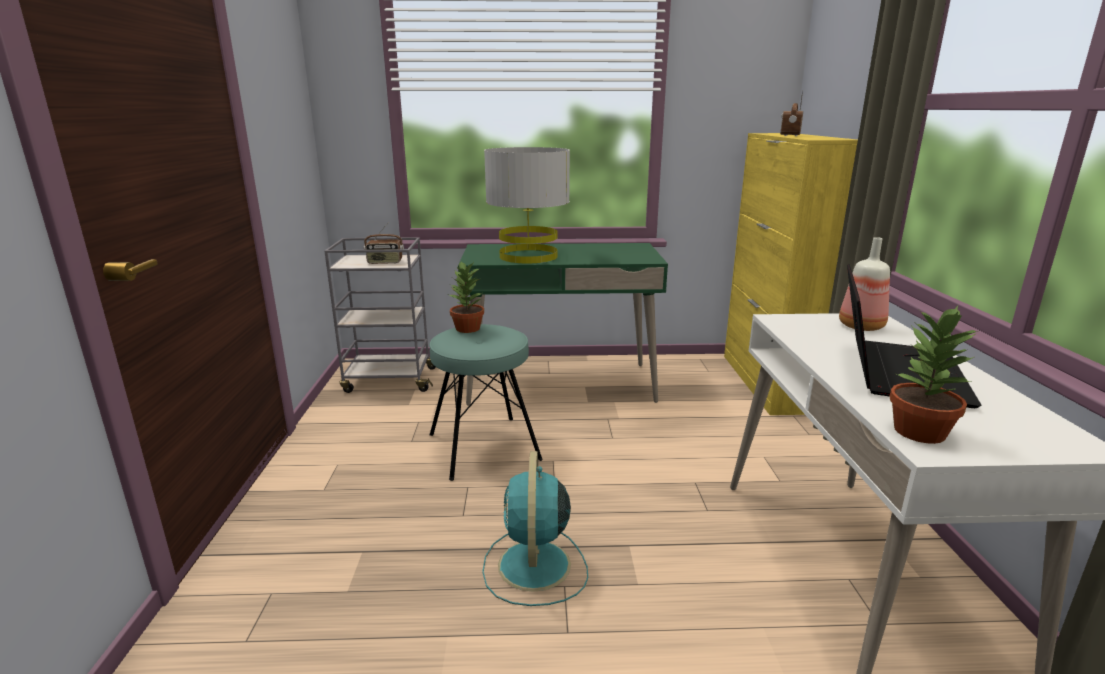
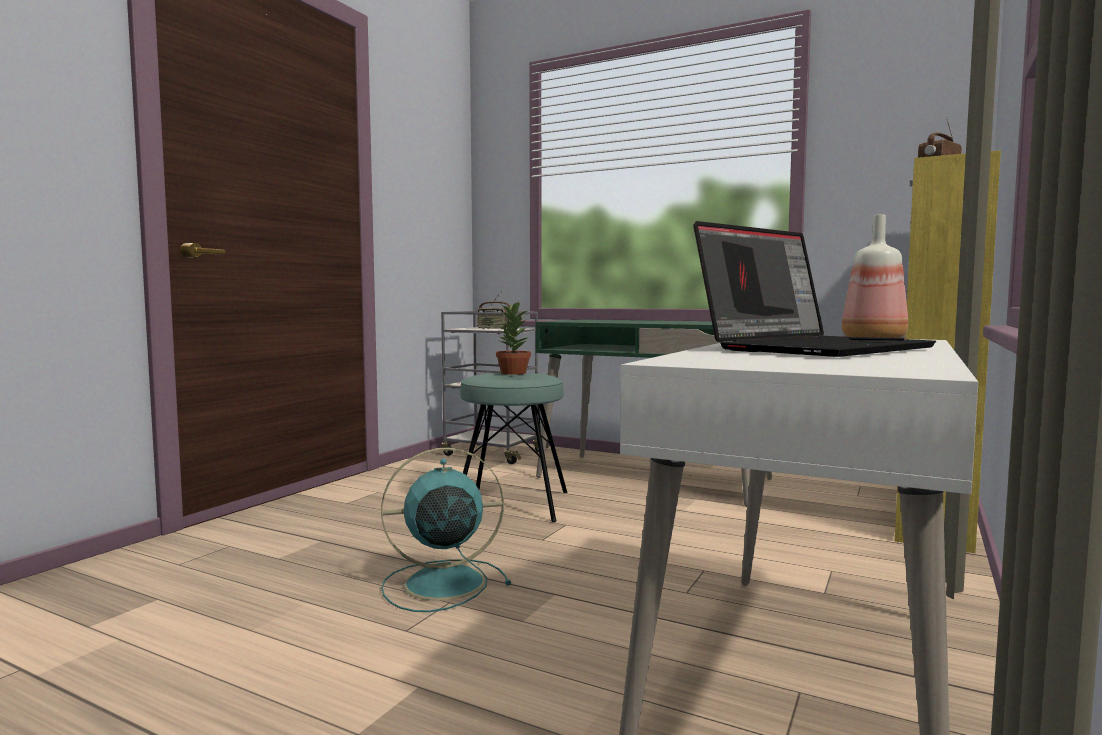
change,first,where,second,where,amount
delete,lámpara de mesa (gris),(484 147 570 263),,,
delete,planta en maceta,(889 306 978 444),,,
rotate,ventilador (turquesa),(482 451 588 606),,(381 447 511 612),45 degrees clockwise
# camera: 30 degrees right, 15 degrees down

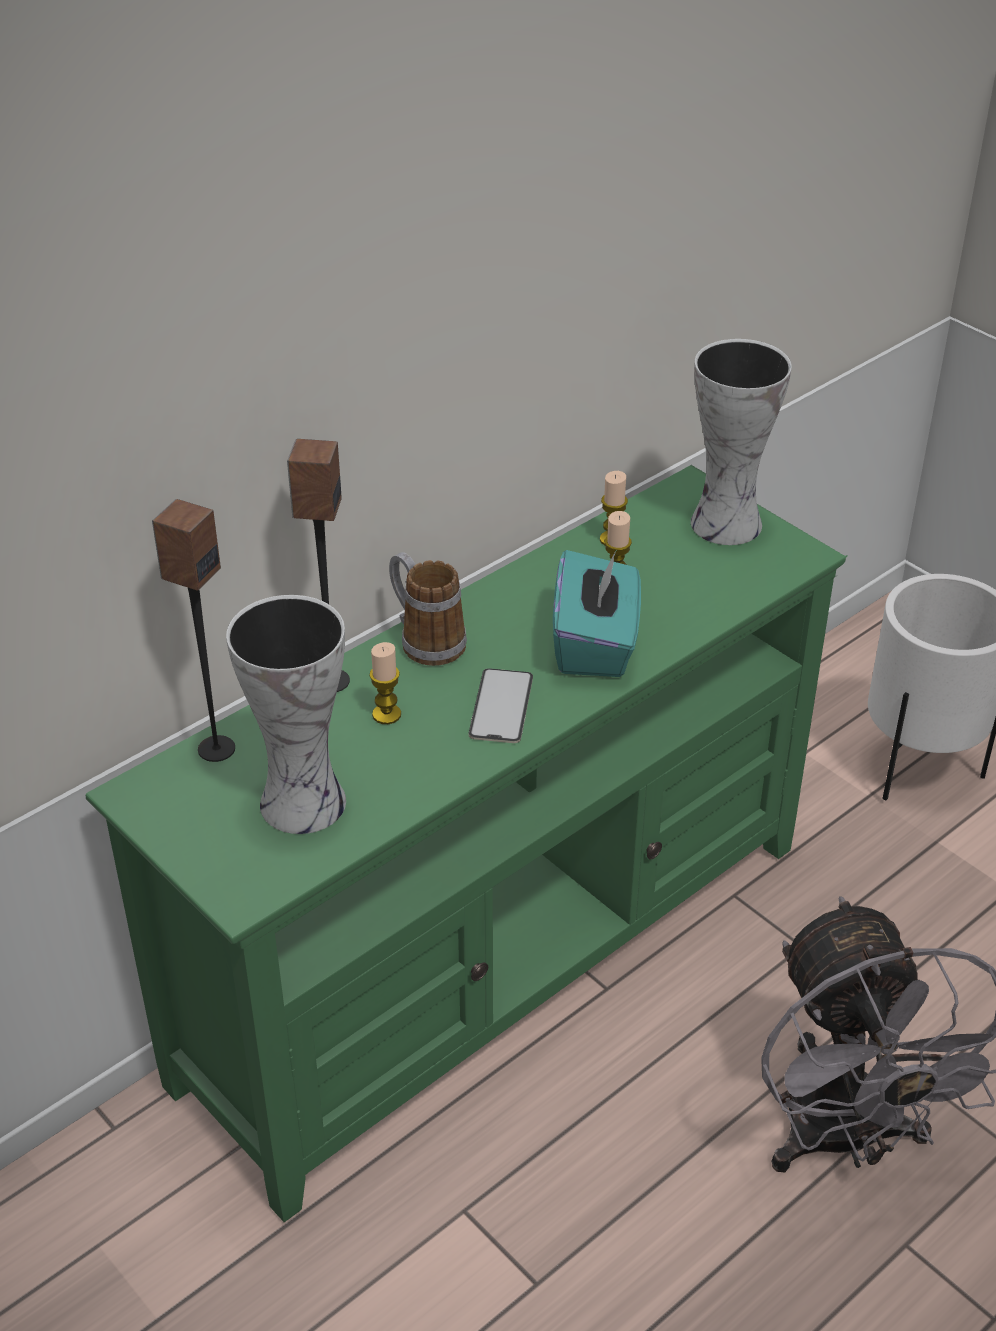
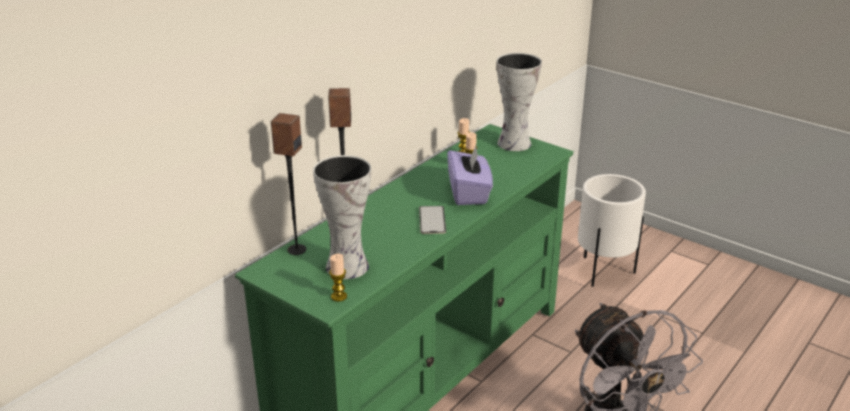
change,first,where,second,where,amount
recolor,caja de pañuelos (turquesa),(553 550 641 677),caja de pañuelos (morado),(447 146 493 205),
delete,taza grande,(389 552 467 666),,,
move,vela,(369 642 401 724),,(329 254 347 302),
# camera: 10 degrees left, 10 degrees down

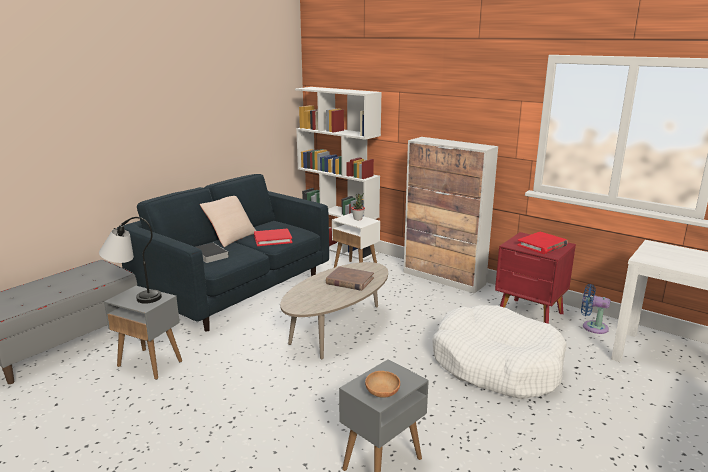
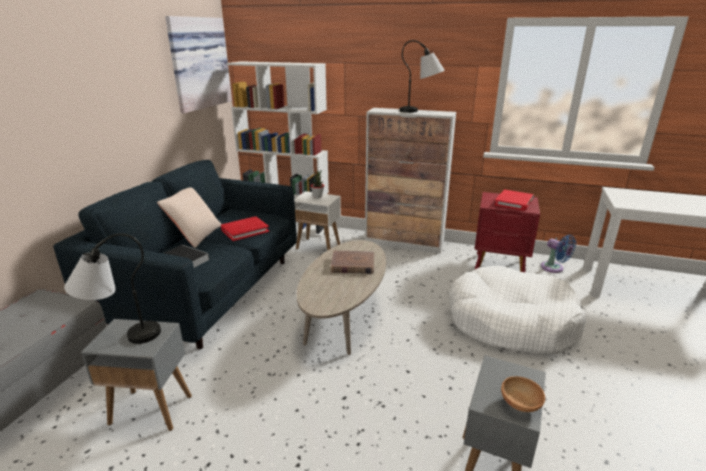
change,first,where,second,where,amount
rotate,ventilador (azul),(581 284 610 334),,(541 235 576 273),135 degrees counterclockwise
insert,,,cuadro,(165 16 232 113),
insert,,,lámpara de mesa,(400 40 445 113),
# camera: 20 degrees left, 5 degrees up

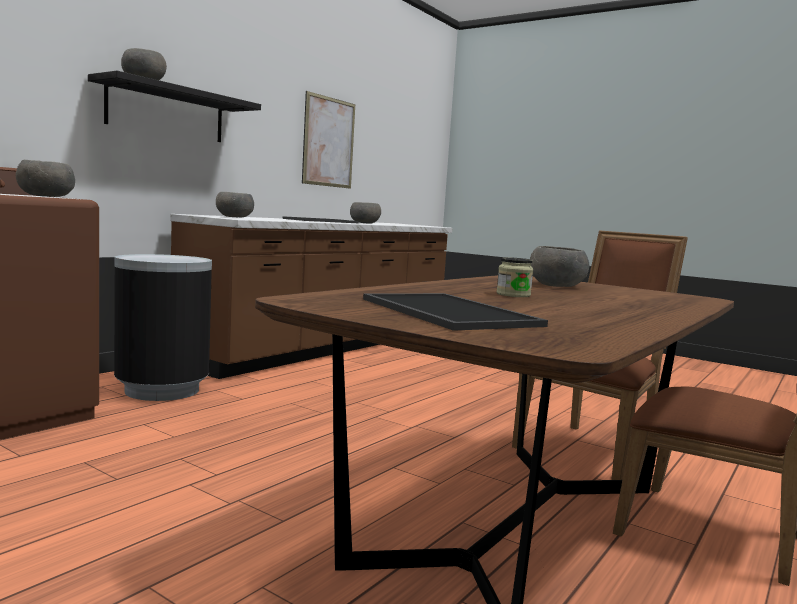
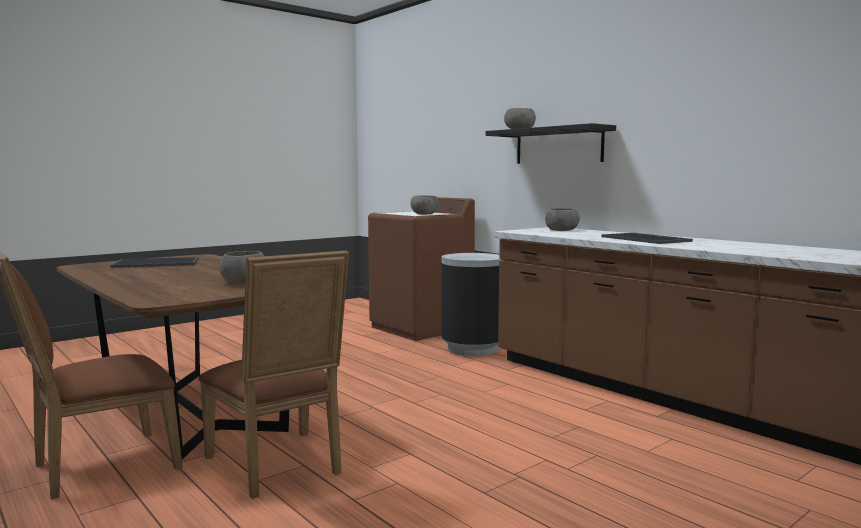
change,first,where,second,where,amount
delete,cuadro,(302 91 355 189),,,
delete,cuenco (gris),(350 202 381 224),,,
delete,tarro,(497 257 533 297),,,
# camera: 105 degrees right, 0 degrees up

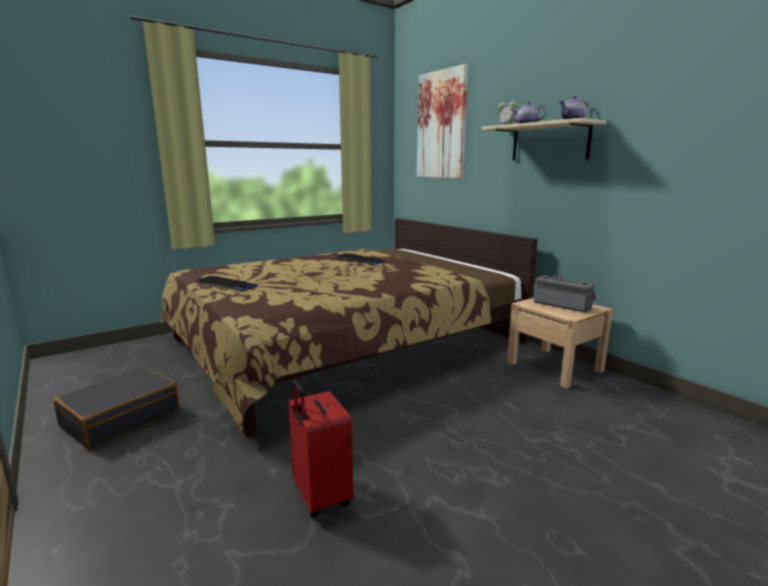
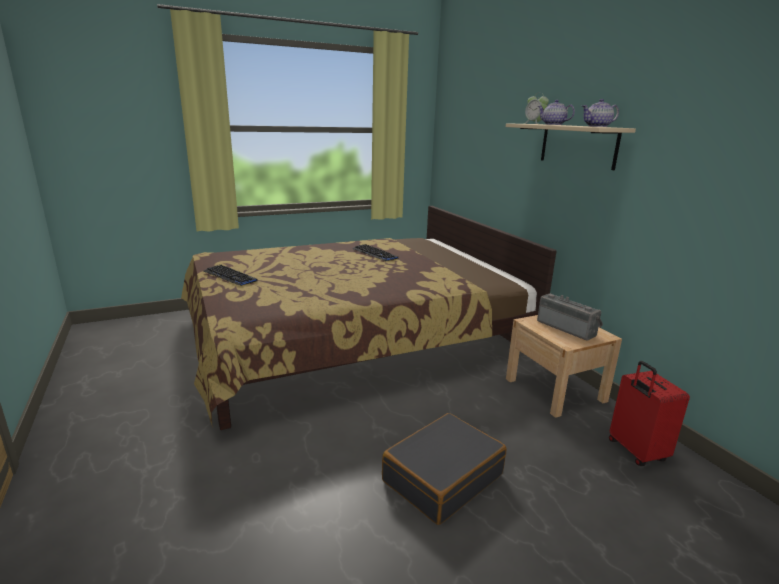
change,first,where,second,where,amount
delete,cuadro,(417 64 468 178),,,
move,maleta (negro),(53 367 180 450),,(382 413 507 525),
move,maleta (rojo),(288 380 353 518),,(609 361 690 466),
# camera: 10 degrees right, 5 degrees up

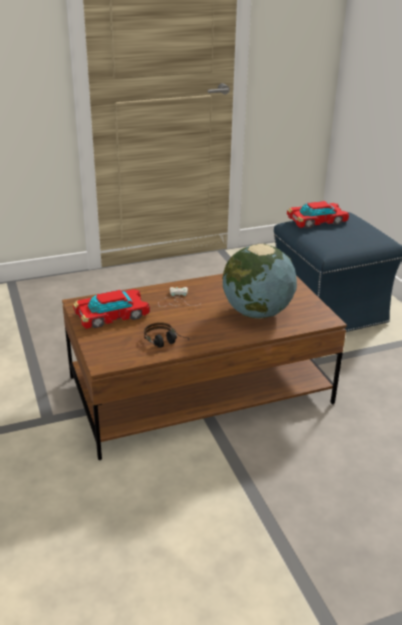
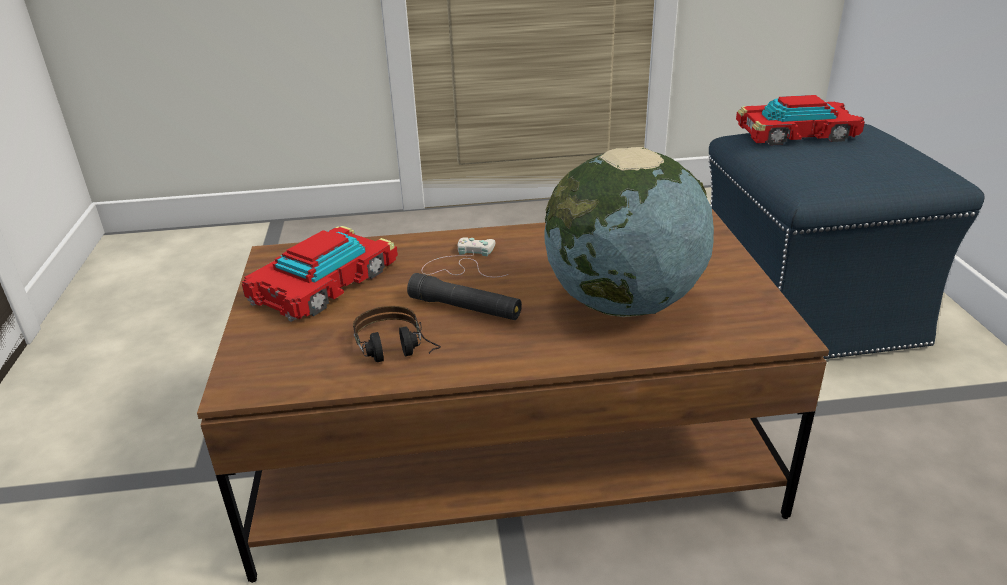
change,first,where,second,where,amount
rotate,coche de juguete,(73 289 150 329),,(242 226 398 322),135 degrees clockwise
insert,,,linterna (negro),(407 273 522 320),
# camera: 15 degrees right, 0 degrees up

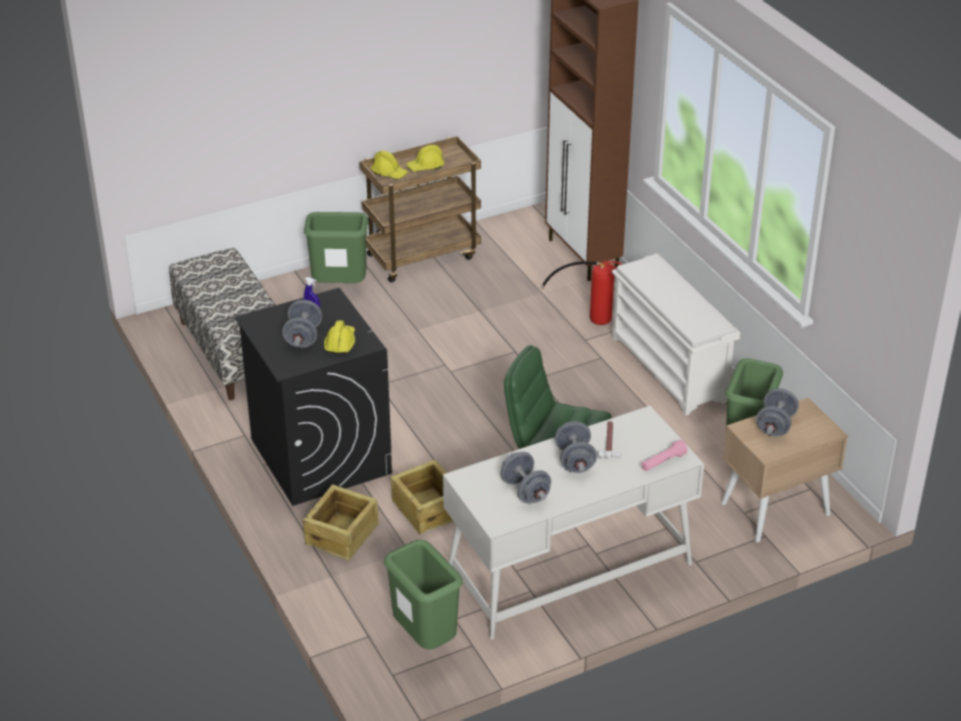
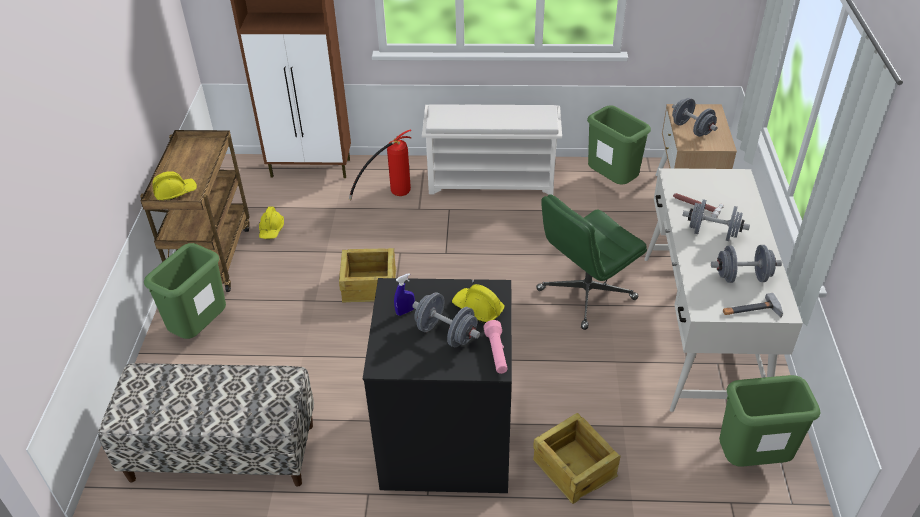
change,first,where,second,where,amount
move,casco (amarillo),(406 145 445 171),,(259 207 284 239),
move,linterna (rosa),(641 440 688 471),,(484 320 508 374),
move,caja de embalaje,(391 460 454 534),,(339 248 396 302),
insert,,,martillo,(723 293 783 317),
# camera: 60 degrees left, 5 degrees up

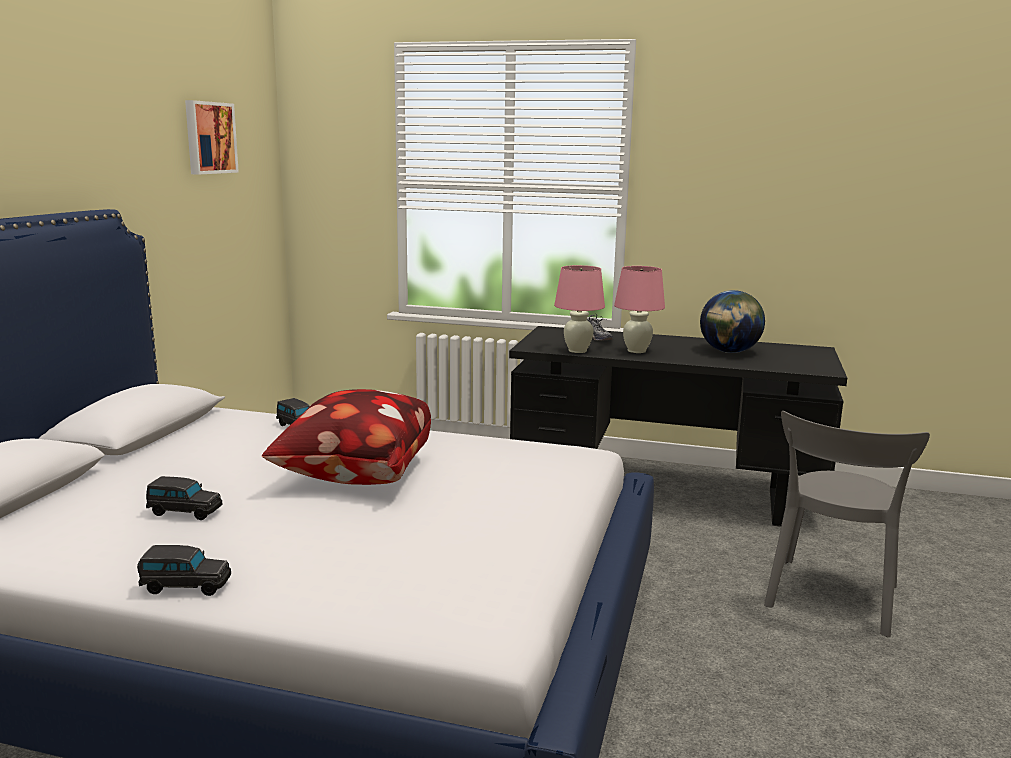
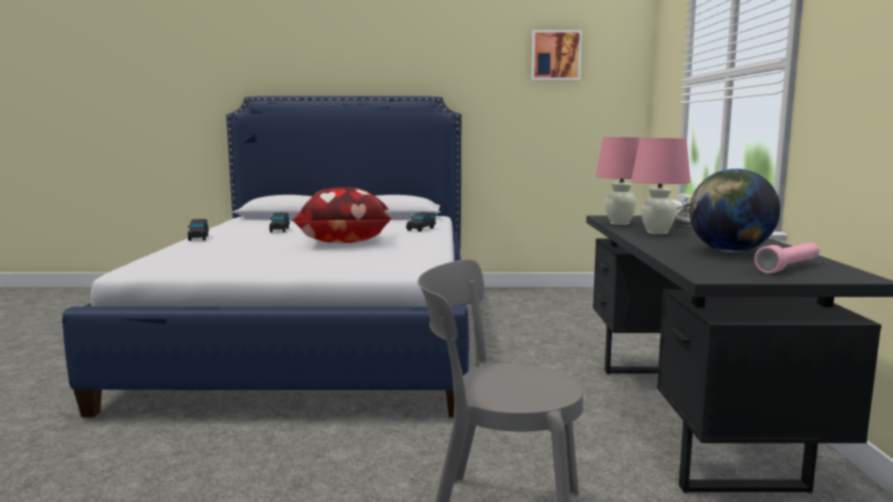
change,first,where,second,where,amount
insert,,,linterna (rosa),(754 243 820 274),
# camera: 75 degrees right, 5 degrees down

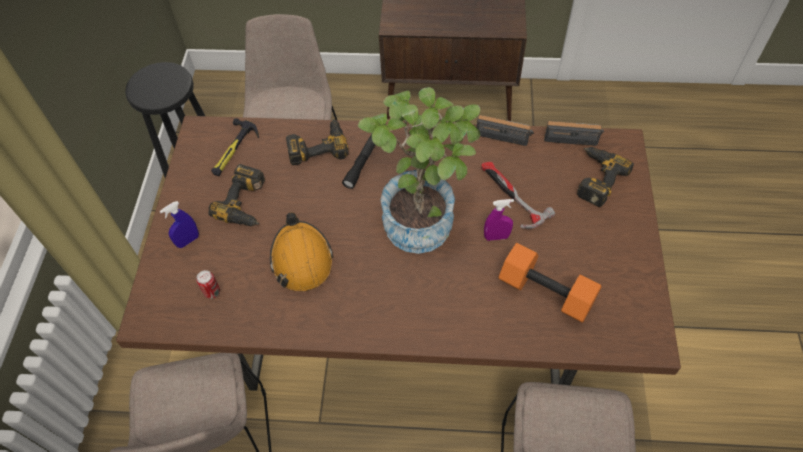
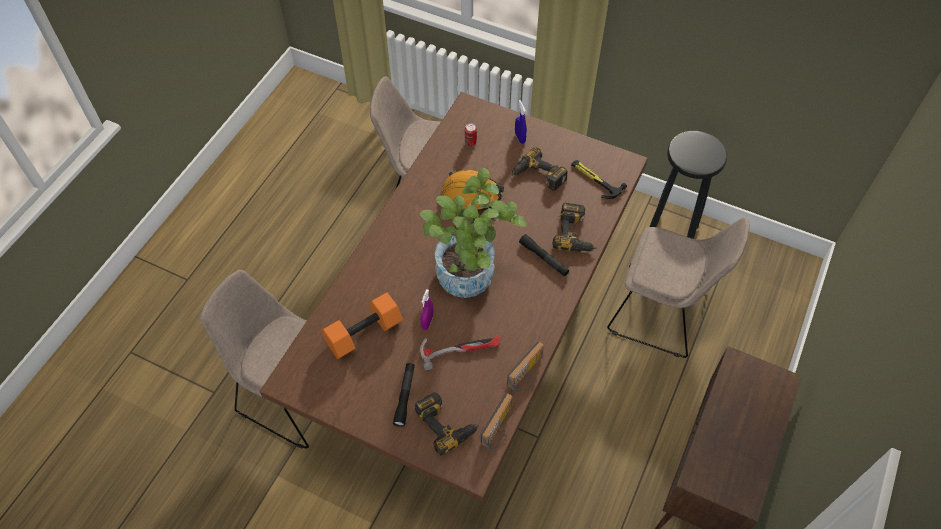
change,first,where,second,where,amount
insert,,,linterna (negro),(393 363 415 427),
# camera: 110 degrees right, 0 degrees up

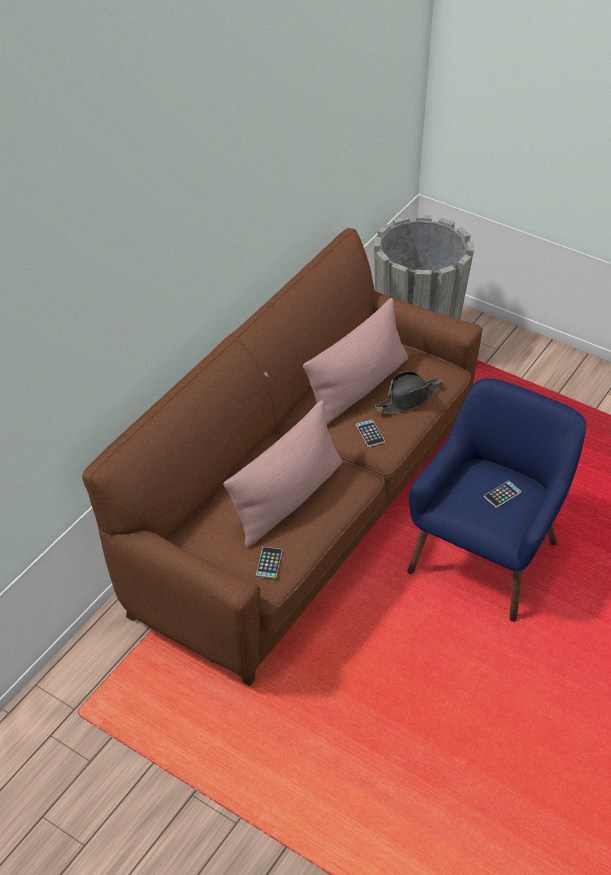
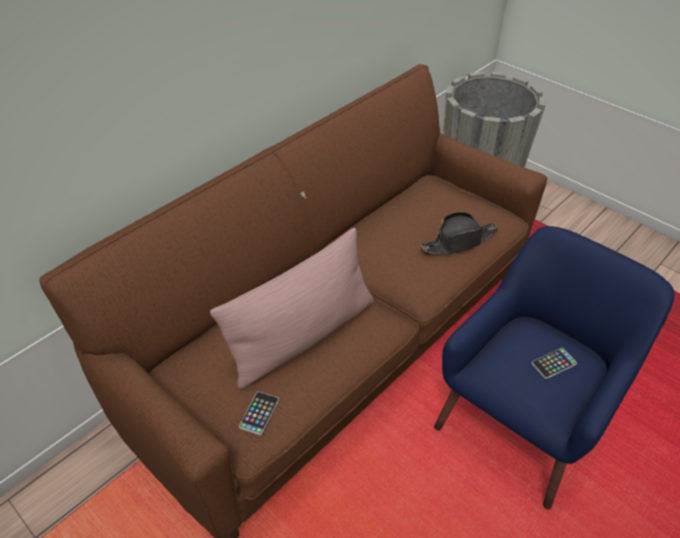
change,first,where,second,where,amount
delete,cojín (rosa),(303 298 408 424),,,
delete,móvil,(356 420 385 447),,,
# camera: 10 degrees right, 0 degrees up

